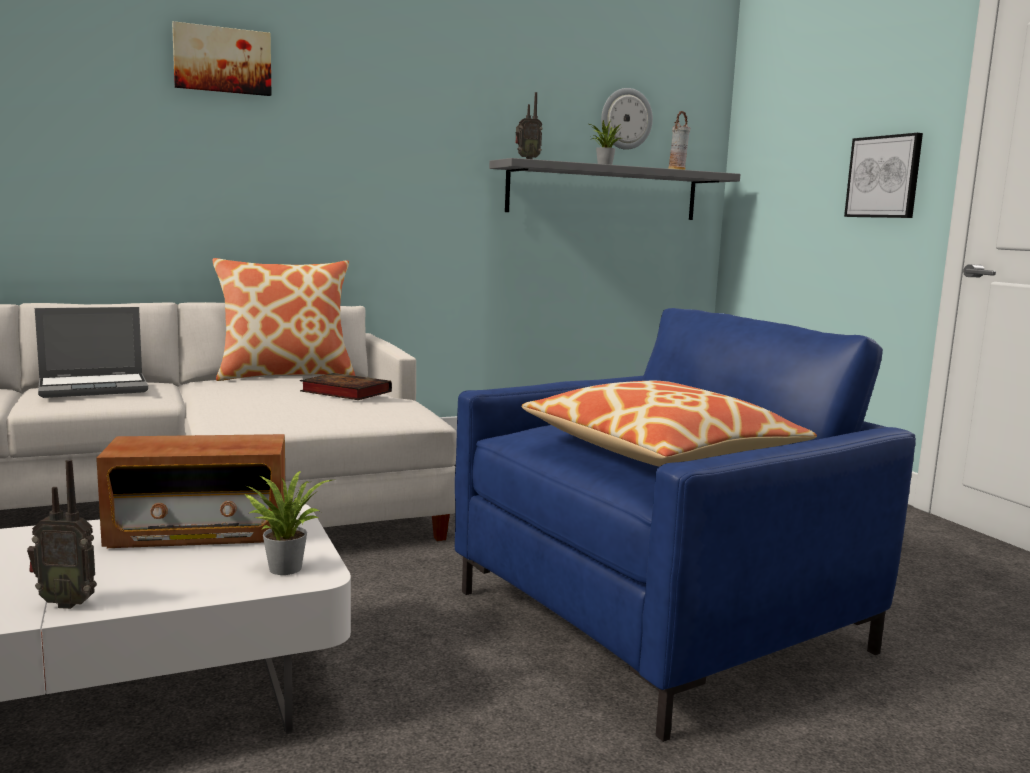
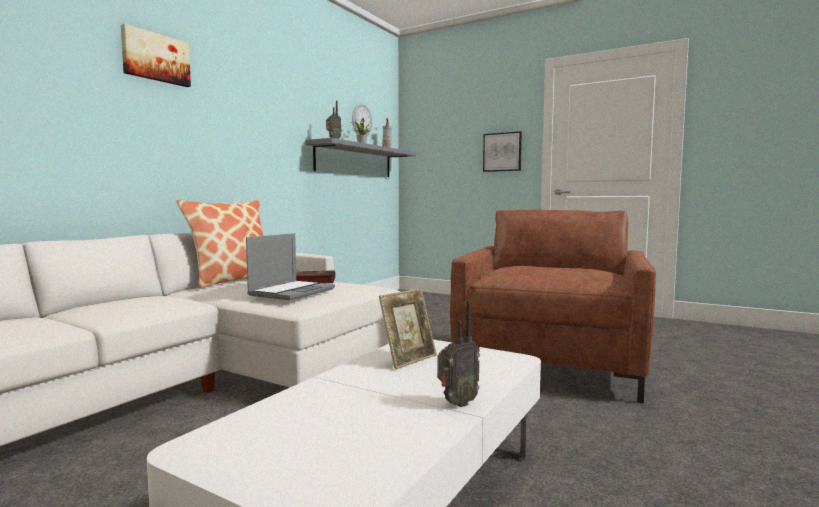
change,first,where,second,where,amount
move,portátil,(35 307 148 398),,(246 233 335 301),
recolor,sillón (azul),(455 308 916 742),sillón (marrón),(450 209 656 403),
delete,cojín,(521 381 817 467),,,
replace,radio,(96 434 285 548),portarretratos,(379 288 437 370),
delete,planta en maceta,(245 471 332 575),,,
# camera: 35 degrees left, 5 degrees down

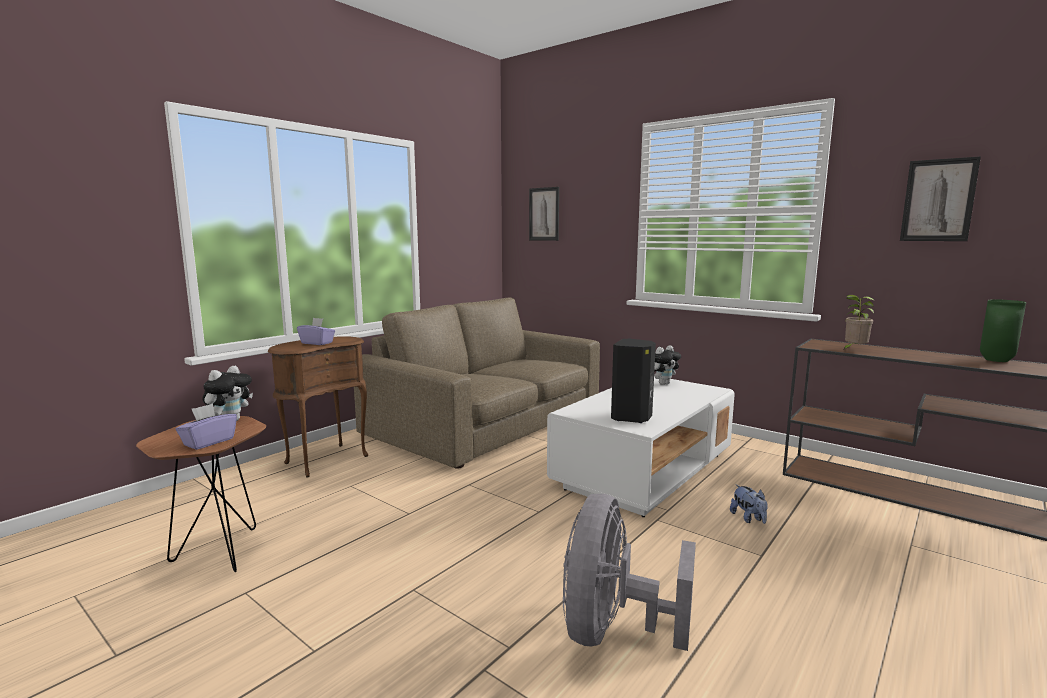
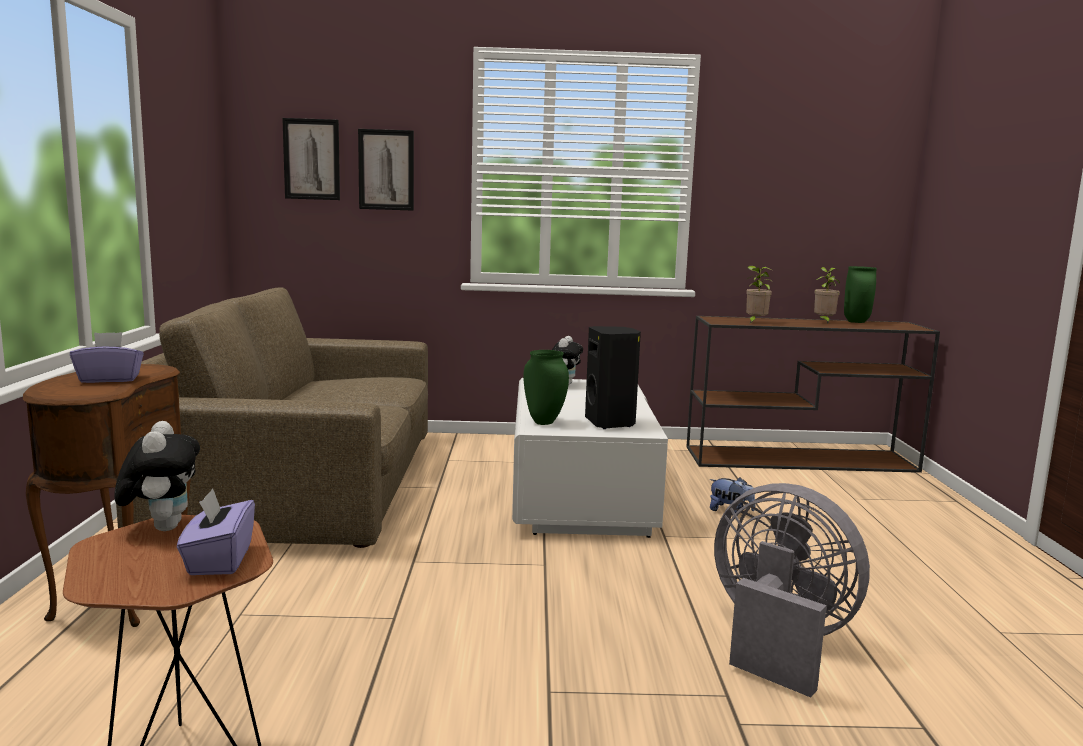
change,first,where,second,where,amount
move,cuadro,(900 156 981 241),,(358 129 414 211),
rotate,ventilador (gris),(563 494 696 651),,(714 483 870 697),150 degrees clockwise
insert,,,planta en maceta,(814 267 840 324),
insert,,,florero (verde),(523 350 569 425),
# camera: 40 degrees left, 0 degrees up

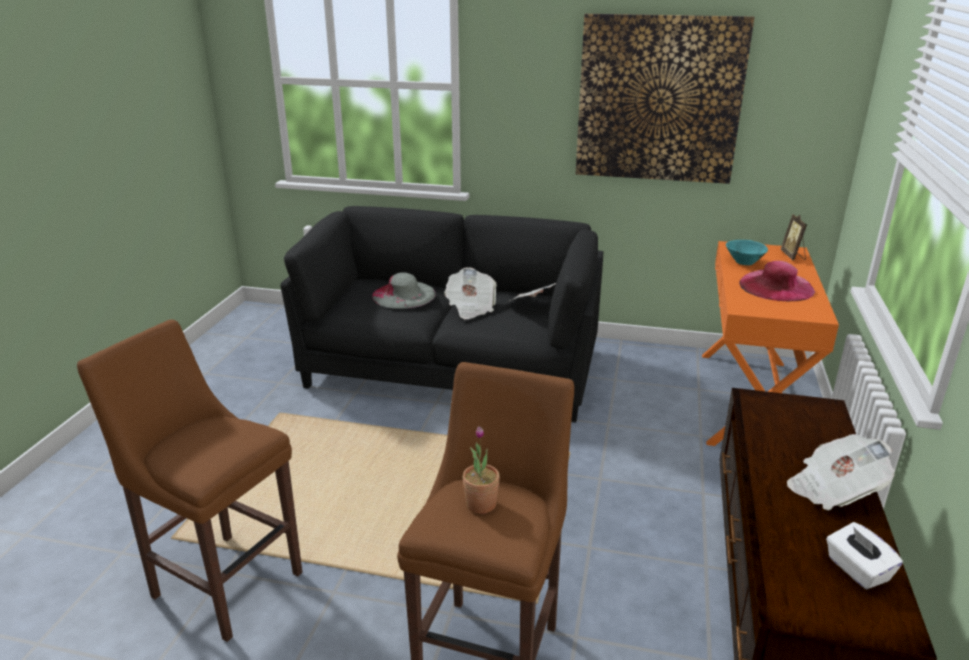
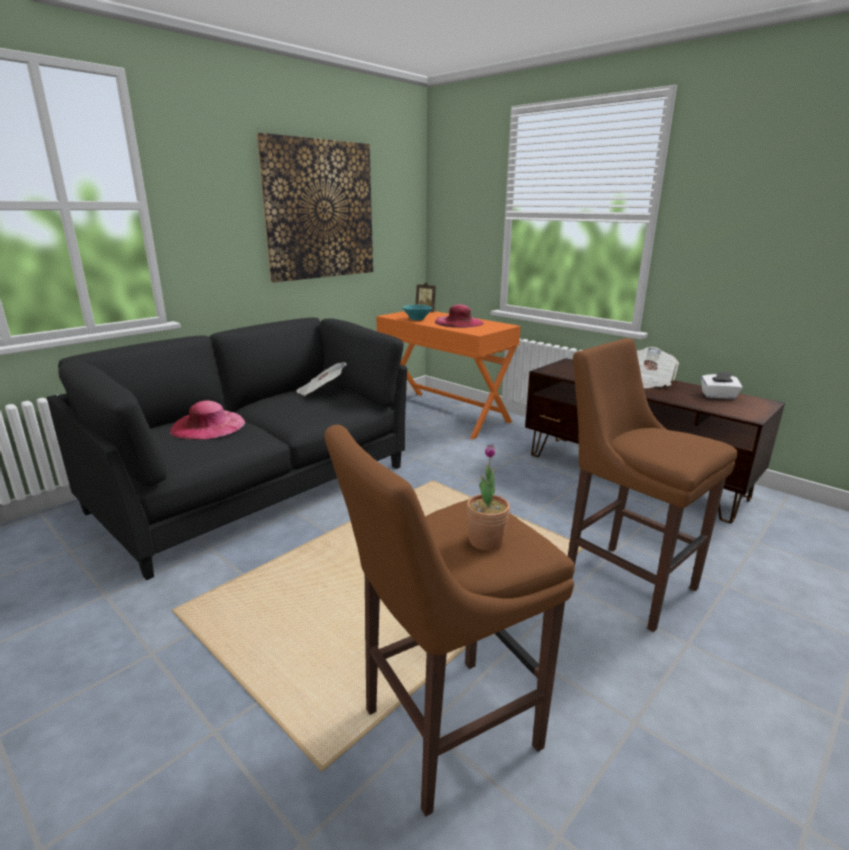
change,first,where,second,where,amount
delete,periódico,(444 268 497 319),,,
recolor,sombrero (gris),(372 272 436 309),sombrero (rosa),(170 400 245 440),
move,planta en maceta,(463 426 500 514),,(467 444 510 551),
# camera: 60 degrees left, 5 degrees down

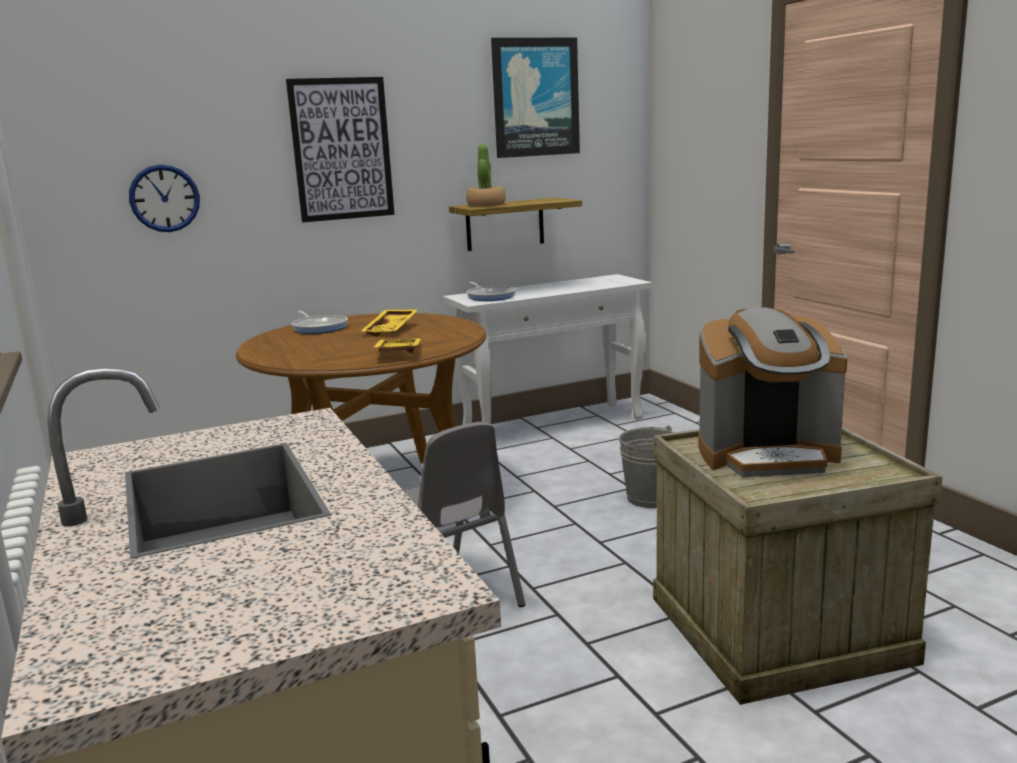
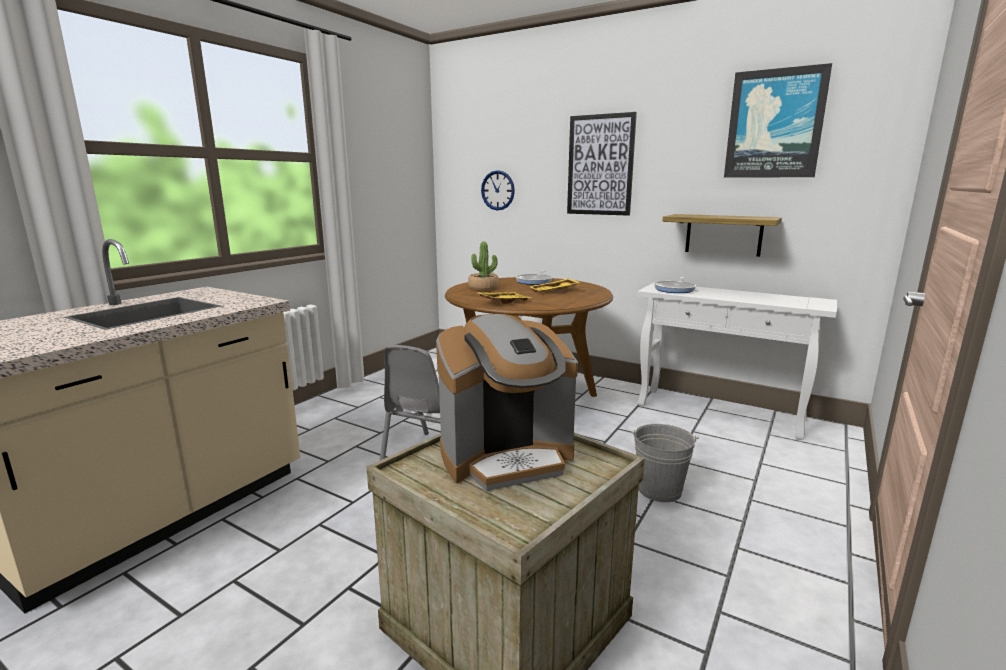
change,first,where,second,where,amount
move,planta en maceta,(466 144 506 207),,(468 242 499 291),
rotate,cafetera,(698 307 848 477),,(436 314 578 491),75 degrees counterclockwise
# camera: 55 degrees right, 0 degrees up

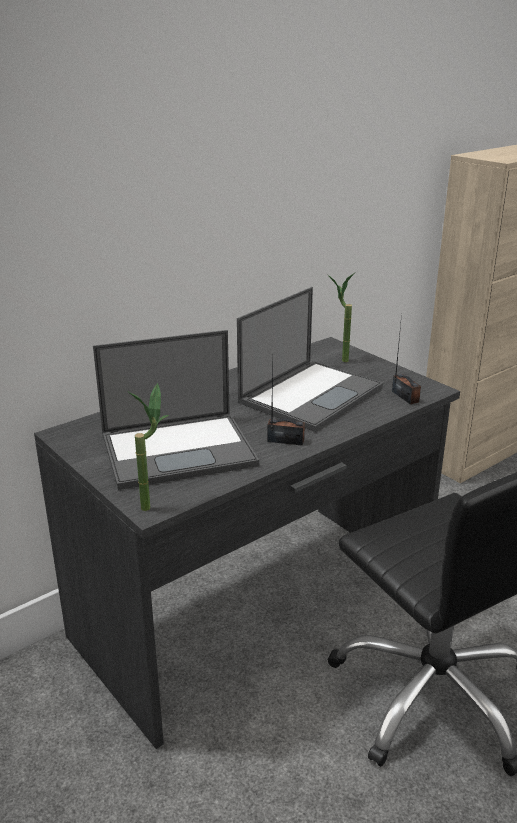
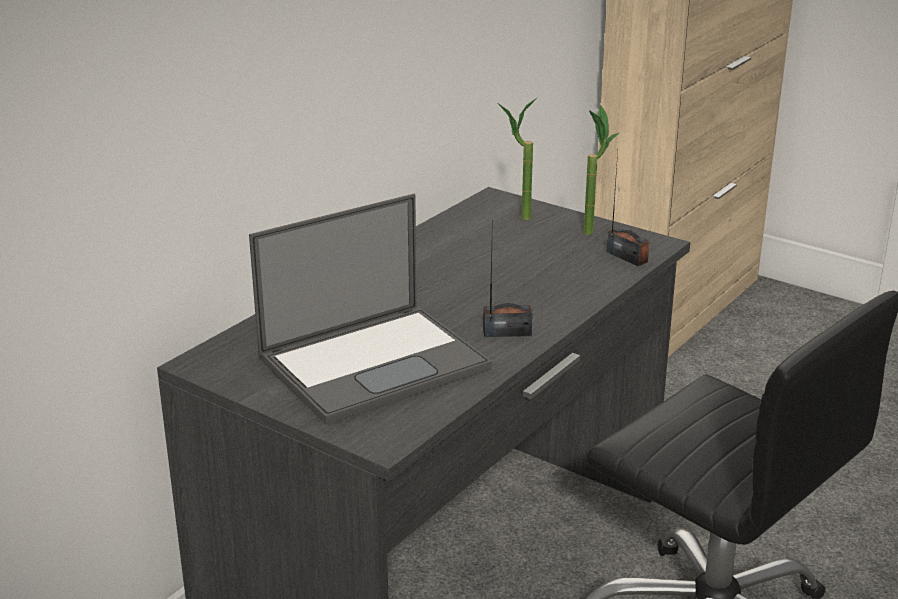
change,first,where,second,where,amount
delete,portátil,(237 287 383 432),,,
move,planta en maceta,(127 383 169 511),,(584 105 619 235),
# camera: 15 degrees left, 0 degrees up

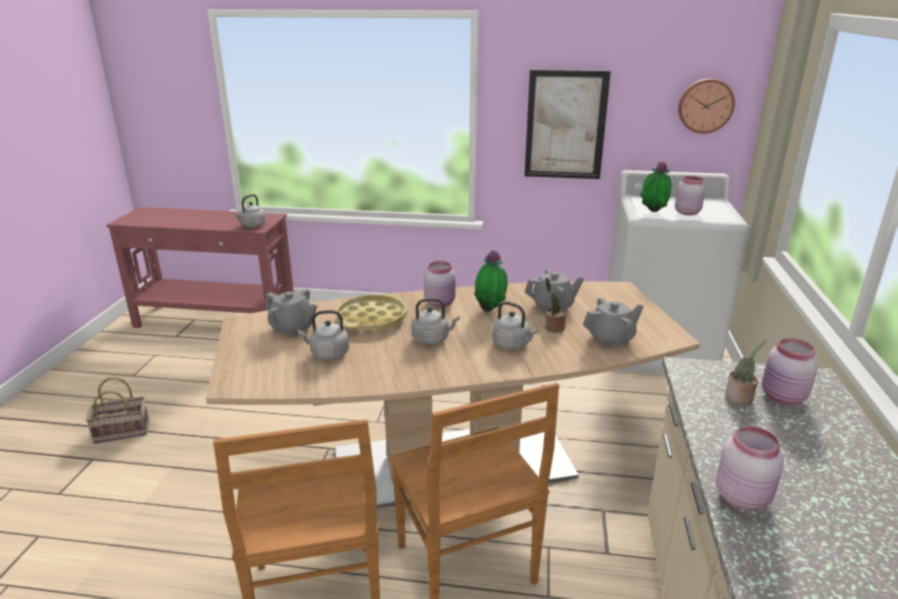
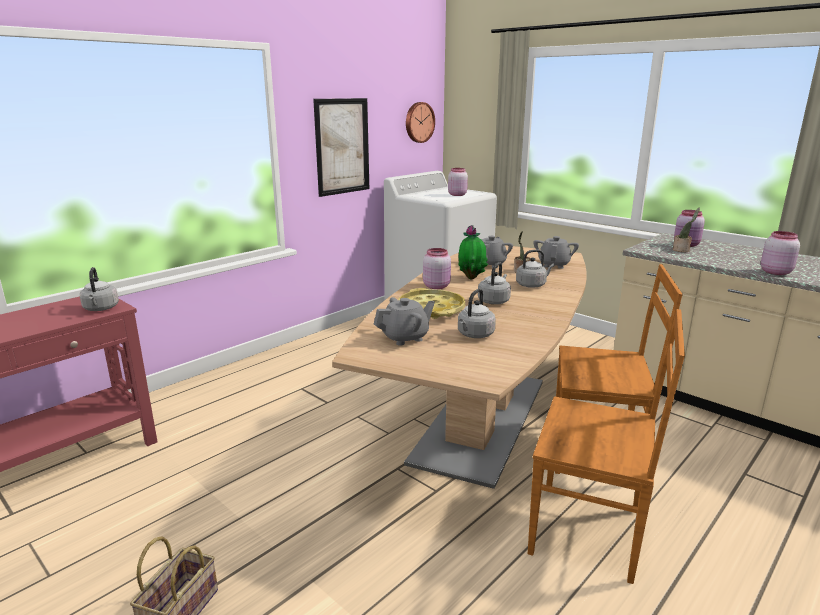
change,first,where,second,where,amount
delete,planta en maceta,(640 161 671 212),,,
# camera: 55 degrees left, 5 degrees down

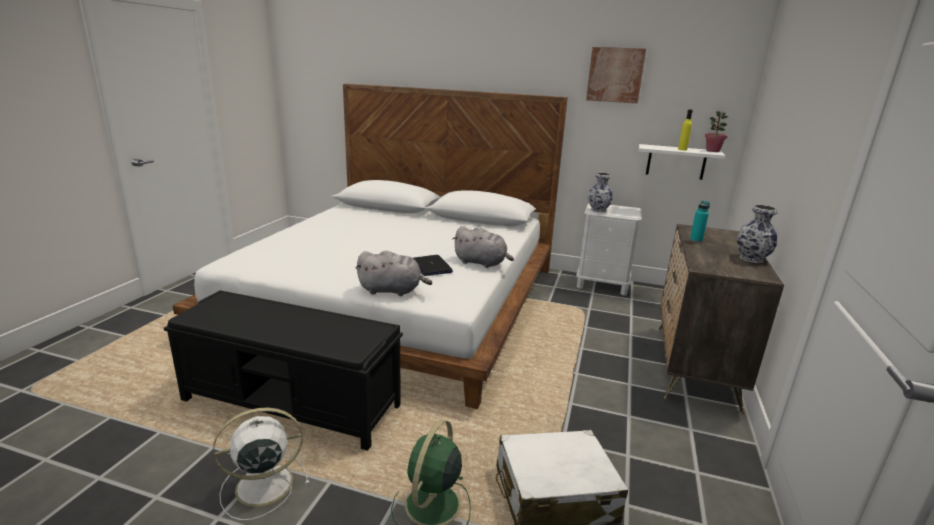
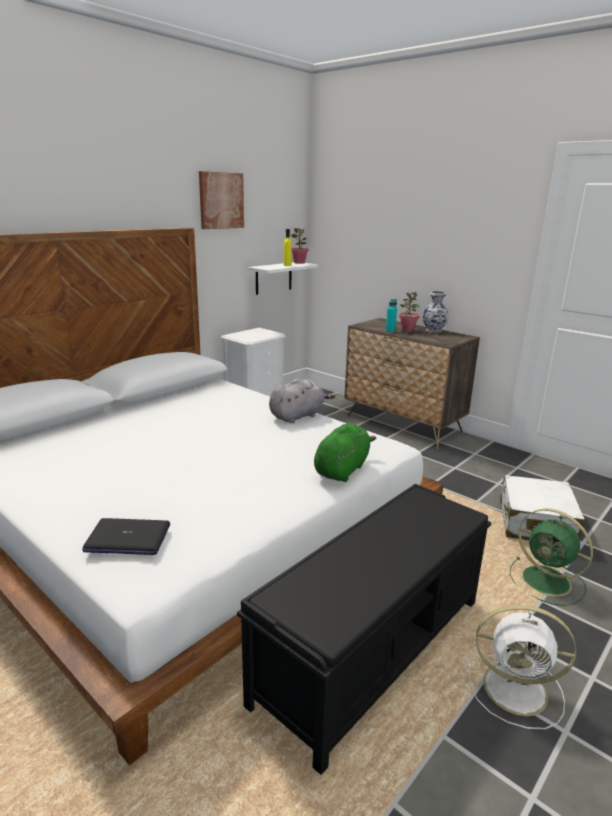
change,first,where,second,where,amount
delete,florero,(588 173 613 213),,,
recolor,peluche (gris),(355 251 432 296),peluche (verde),(314 423 376 482),
move,portátil,(413 255 453 276),,(82 518 170 555),
rotate,ventilador (blanco),(213 408 310 521),,(467 605 576 729),75 degrees counterclockwise
insert,,,planta en maceta,(399 292 420 332),
# camera: 65 degrees left, 0 degrees up

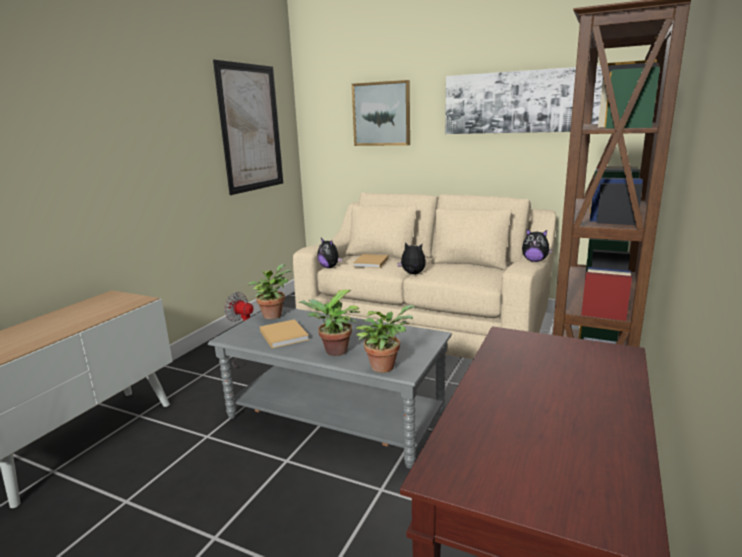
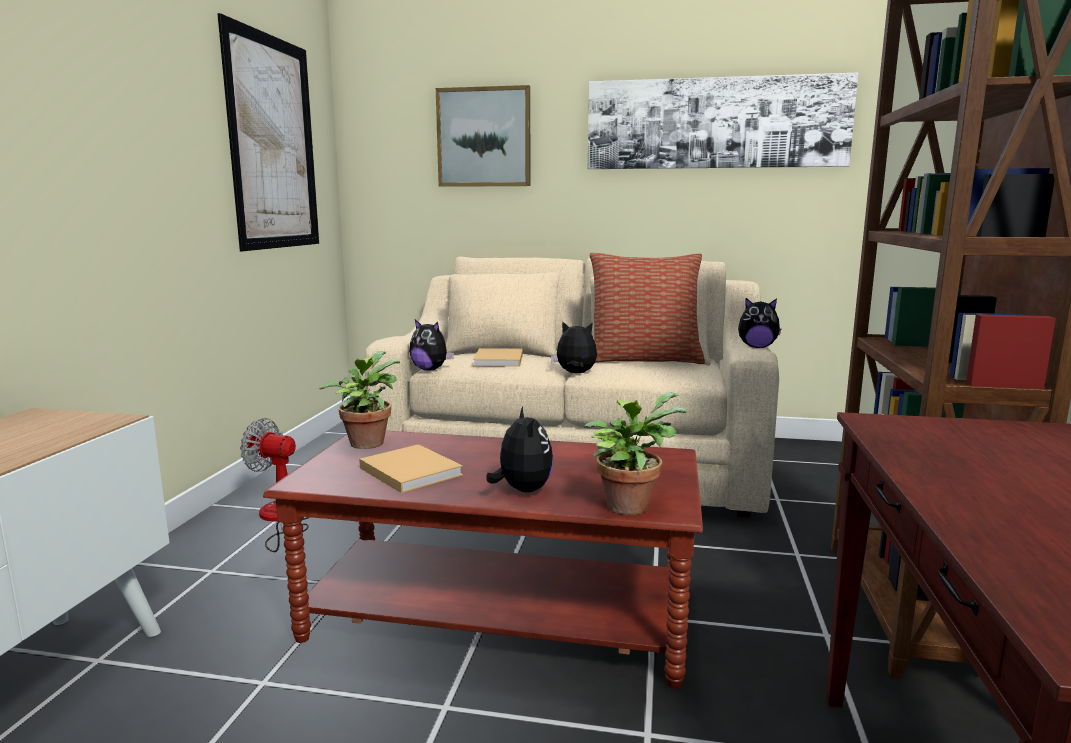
change,first,where,second,where,amount
replace,planta en maceta,(298 290 360 356),peluche,(486 407 553 492),
recolor,mesa de centro (gris),(208 307 452 468),mesa de centro (marrón),(263 431 703 689),
insert,,,cojín,(590 253 705 364),
# camera: 15 degrees left, 5 degrees down

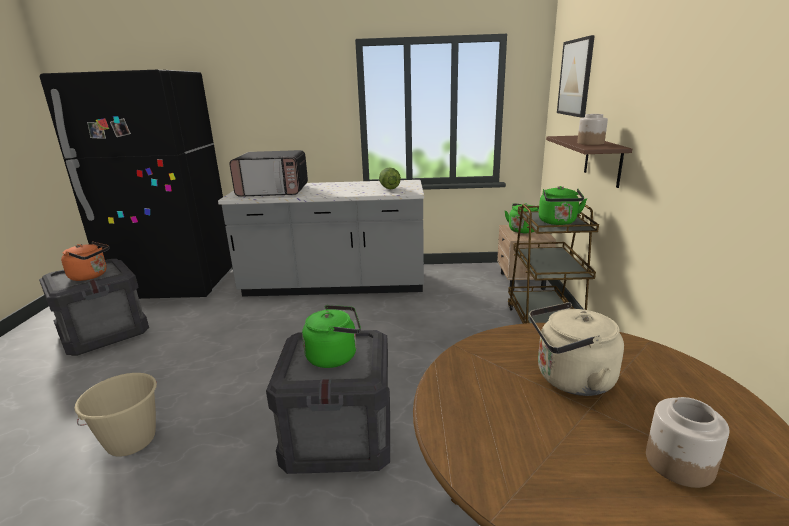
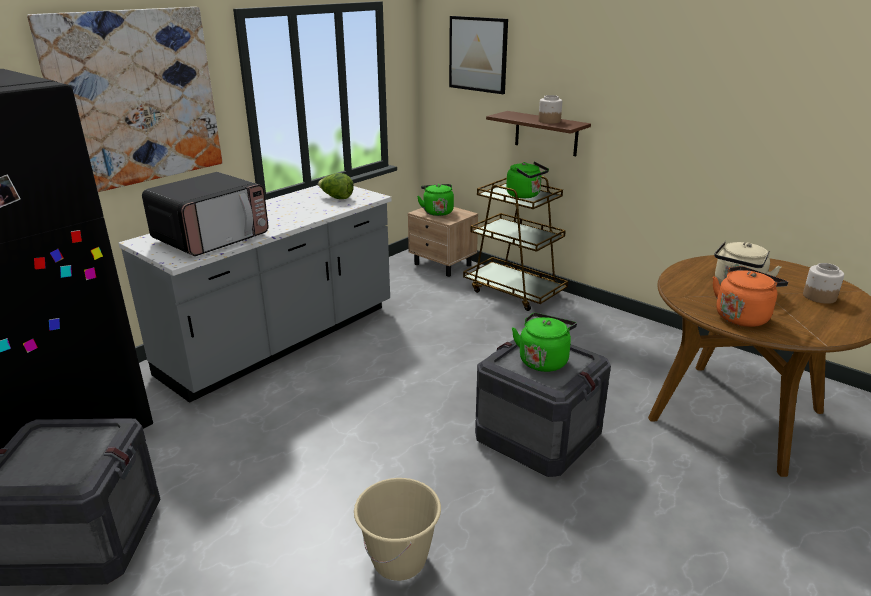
change,first,where,second,where,amount
move,hervidor (naranja),(61 241 109 281),,(713 266 788 327),
insert,,,cuadro,(27 7 223 192),
# camera: 50 degrees left, 5 degrees up

